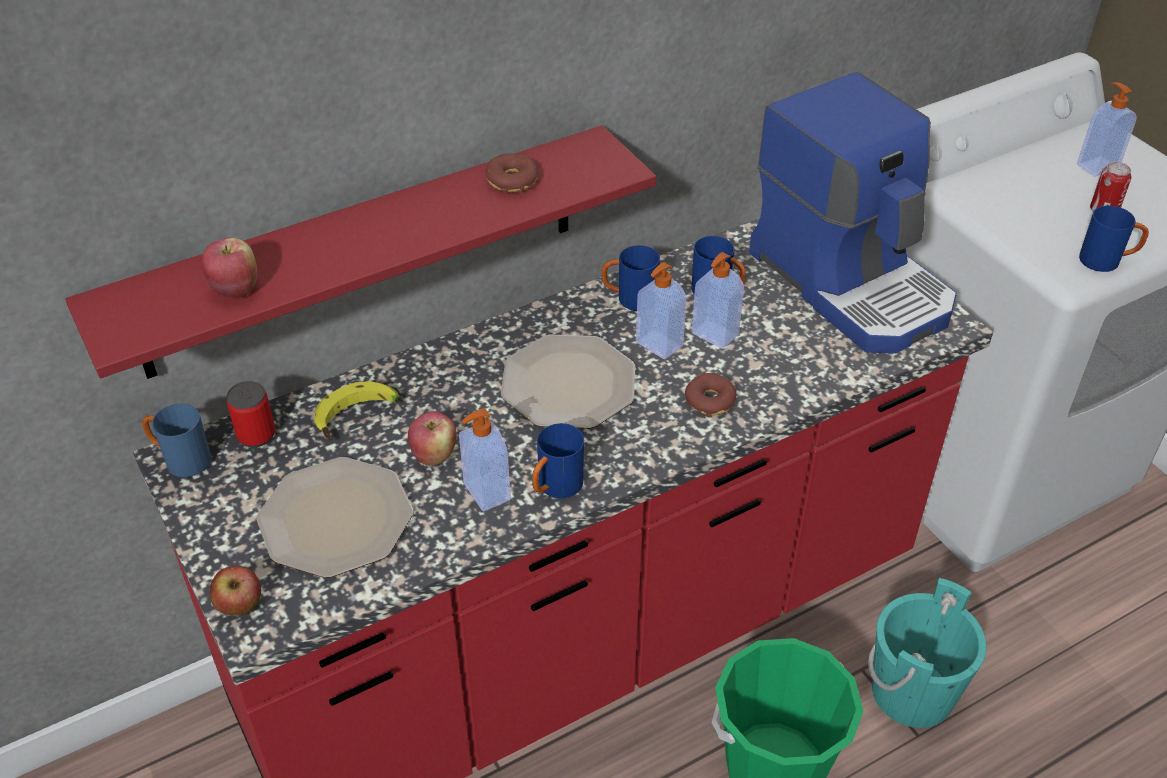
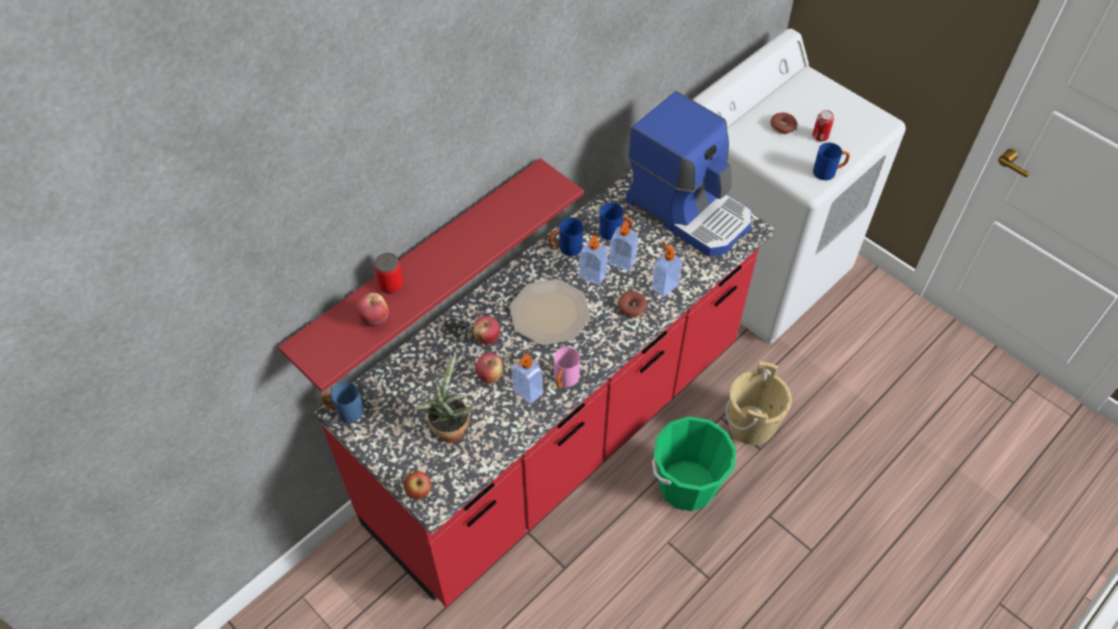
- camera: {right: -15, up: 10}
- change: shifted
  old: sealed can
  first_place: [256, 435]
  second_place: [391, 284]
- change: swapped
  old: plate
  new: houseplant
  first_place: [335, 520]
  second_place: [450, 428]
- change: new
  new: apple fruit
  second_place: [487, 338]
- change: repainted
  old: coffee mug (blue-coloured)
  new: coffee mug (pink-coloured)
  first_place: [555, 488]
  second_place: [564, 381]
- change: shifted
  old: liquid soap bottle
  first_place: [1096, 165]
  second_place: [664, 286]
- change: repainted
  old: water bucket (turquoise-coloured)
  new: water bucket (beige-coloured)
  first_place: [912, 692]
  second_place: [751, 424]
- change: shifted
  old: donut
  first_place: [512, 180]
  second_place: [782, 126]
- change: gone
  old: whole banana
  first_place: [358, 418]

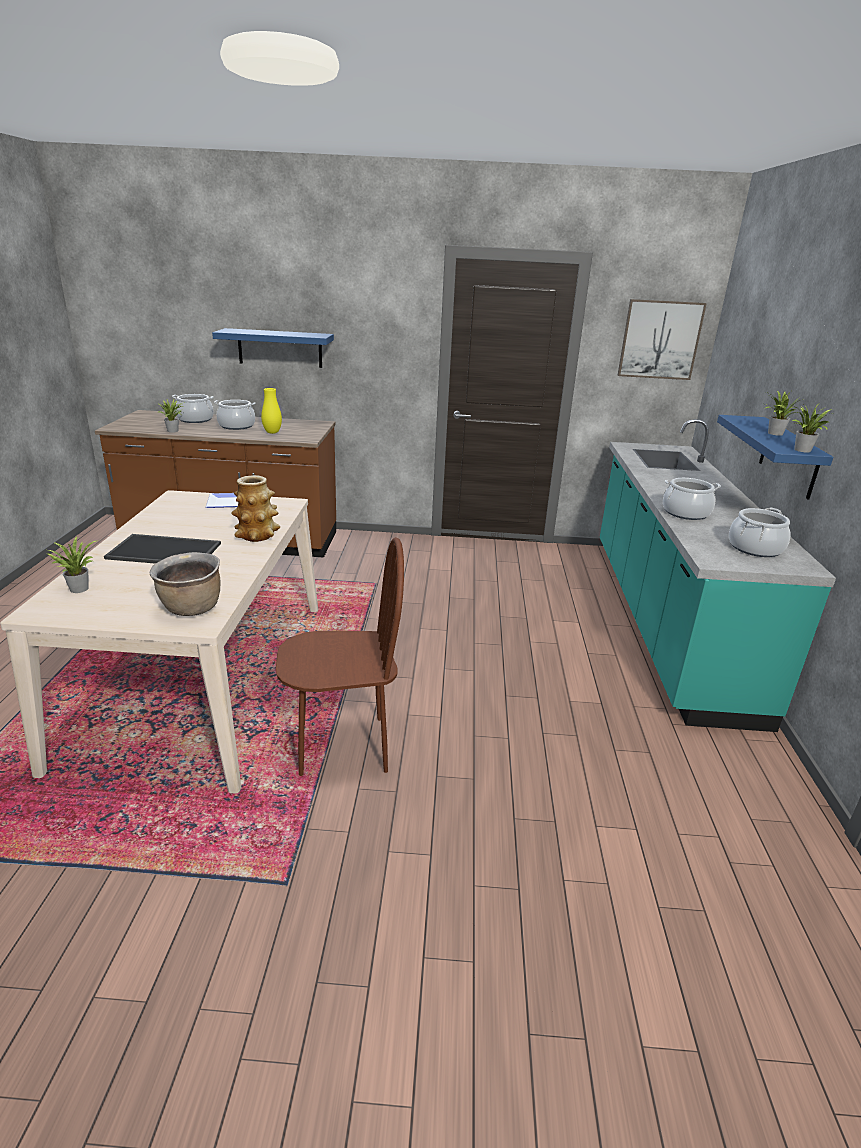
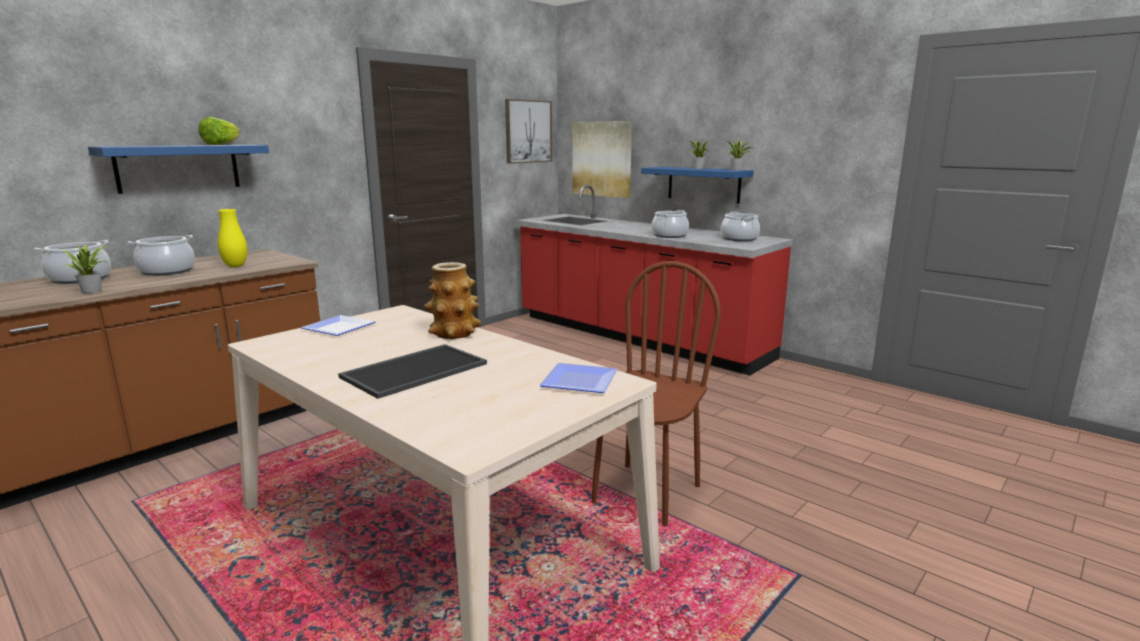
- camera: {right: -50, up: -10}
- change: new
  new: lettuce head
  second_place: [221, 145]
- change: repainted
  old: counter (turquoise-coloured)
  new: counter (reddish)
  first_place: [664, 620]
  second_place: [637, 337]
- change: swapped
  old: cooking pot (brown-coloured)
  new: plate
  first_place: [191, 609]
  second_place: [582, 381]
- change: new
  new: picture
  second_place: [602, 159]
- change: gone
  old: houseplant
  first_place: [78, 588]

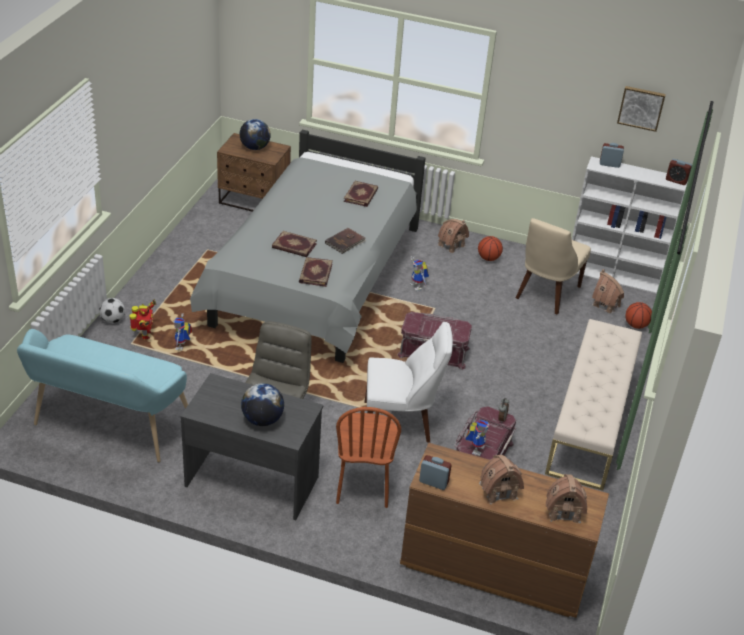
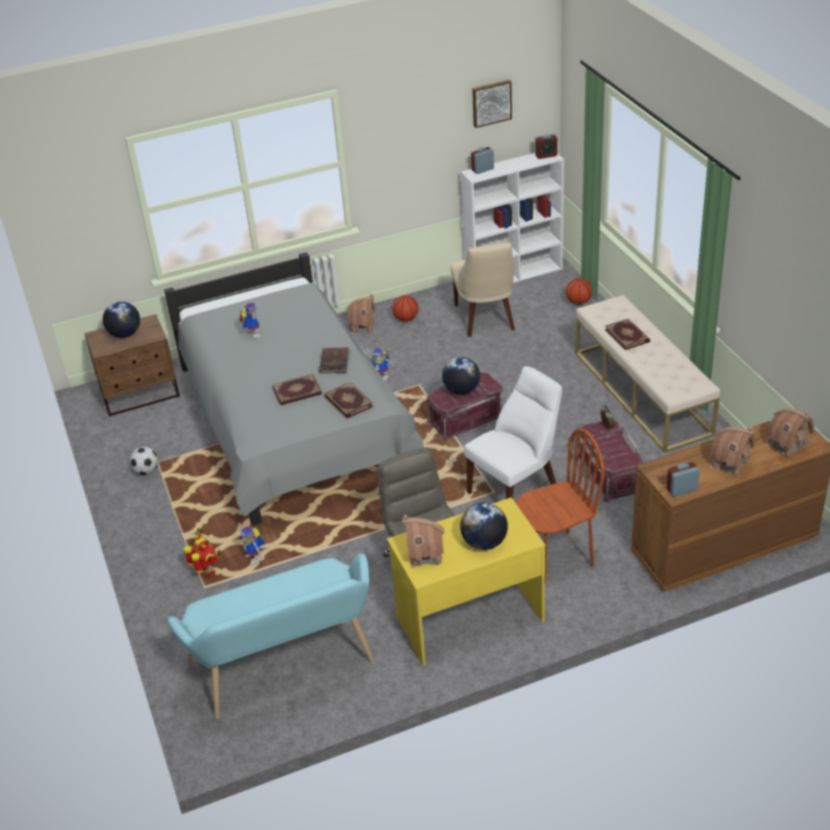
- camera: {right: -35, up: 0}
- change: shifted
  old: football ball
  first_place: [113, 320]
  second_place: [146, 471]
- change: shifted
  old: model robot
  first_place: [475, 448]
  second_place: [252, 334]
- change: repainted
  old: desk unit (grey)
  new: desk unit (yellowish)
  first_place: [252, 480]
  second_place: [469, 618]
- change: shifted
  old: miniature house
  first_place: [606, 304]
  second_place: [425, 555]
- change: new
  new: globe
  second_place: [461, 390]
- change: rotated
  old: plain chair (brown-coloured)
  first_place: [363, 486]
  second_place: [556, 557]
  degrees: -75
- change: shifted
  old: bound book
  first_place: [361, 195]
  second_place: [627, 335]

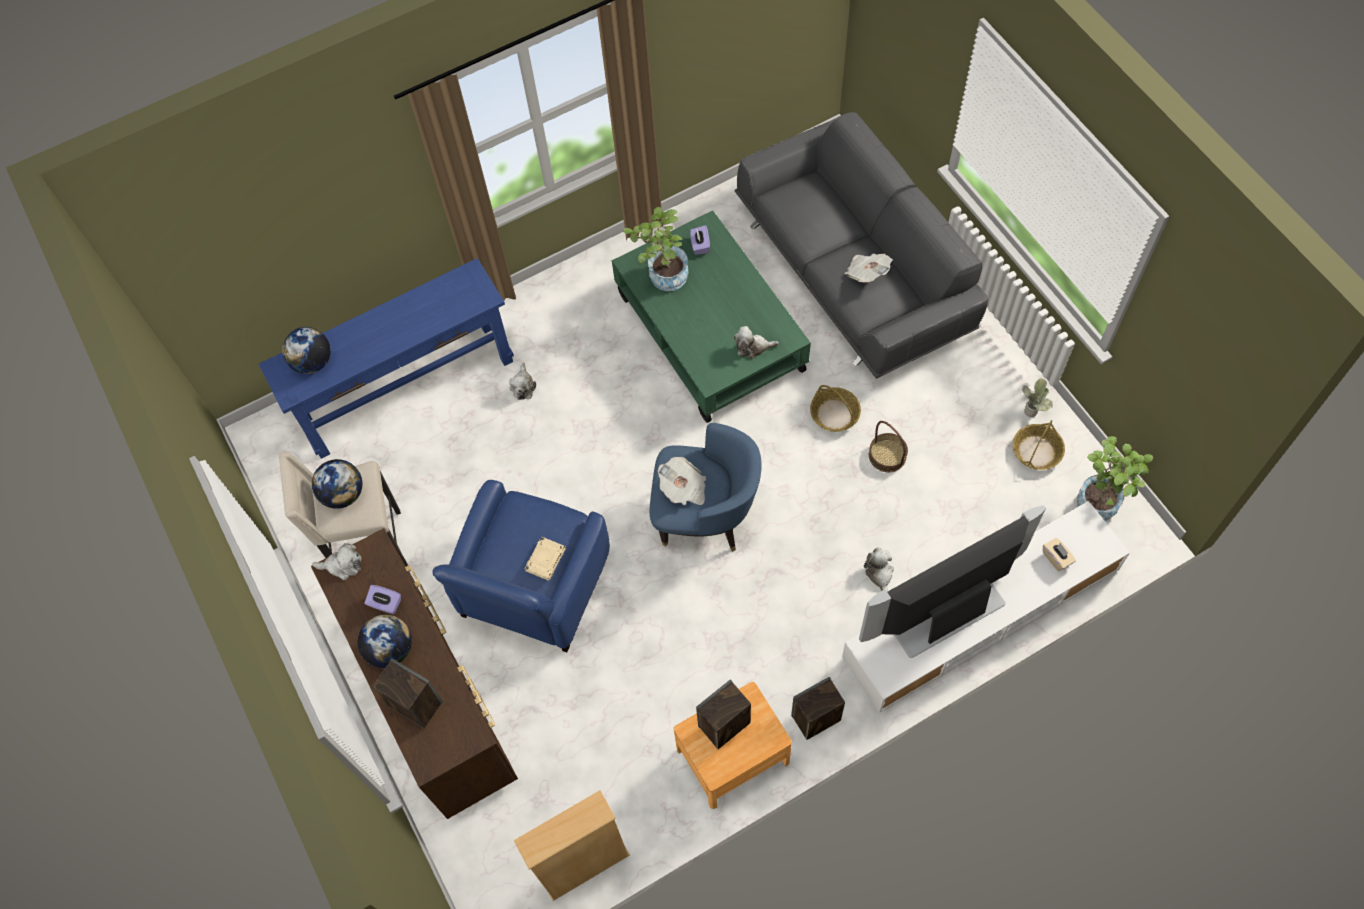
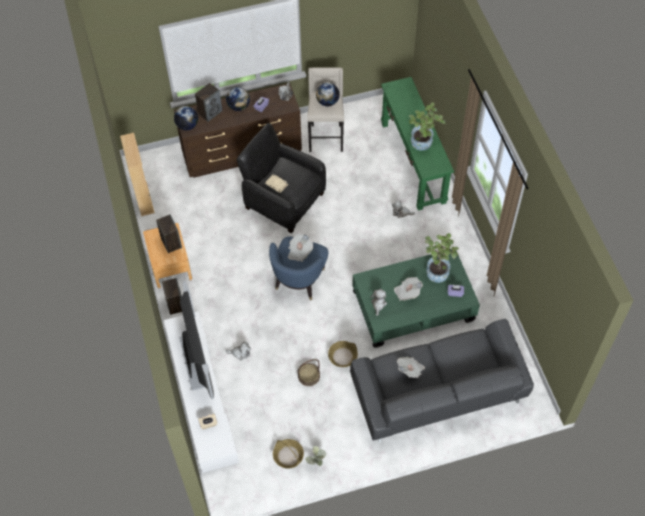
- camera: {right: 100, up: -5}
- change: shifted
  old: globe
  first_place: [313, 362]
  second_place: [187, 125]
- change: repainted
  old: lounge chair (blue-coloured)
  new: lounge chair (black-coloured)
  first_place: [534, 587]
  second_place: [283, 200]
- change: repainted
  old: narrow table (blue-coloured)
  new: narrow table (greenish)
  first_place: [407, 389]
  second_place: [413, 162]
- change: new
  new: newspaper
  second_place: [407, 292]
- change: shifted
  old: houseplant
  first_place: [1101, 500]
  second_place: [423, 144]

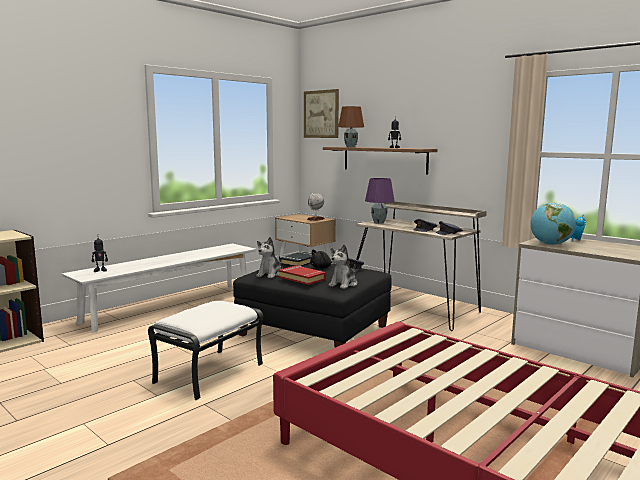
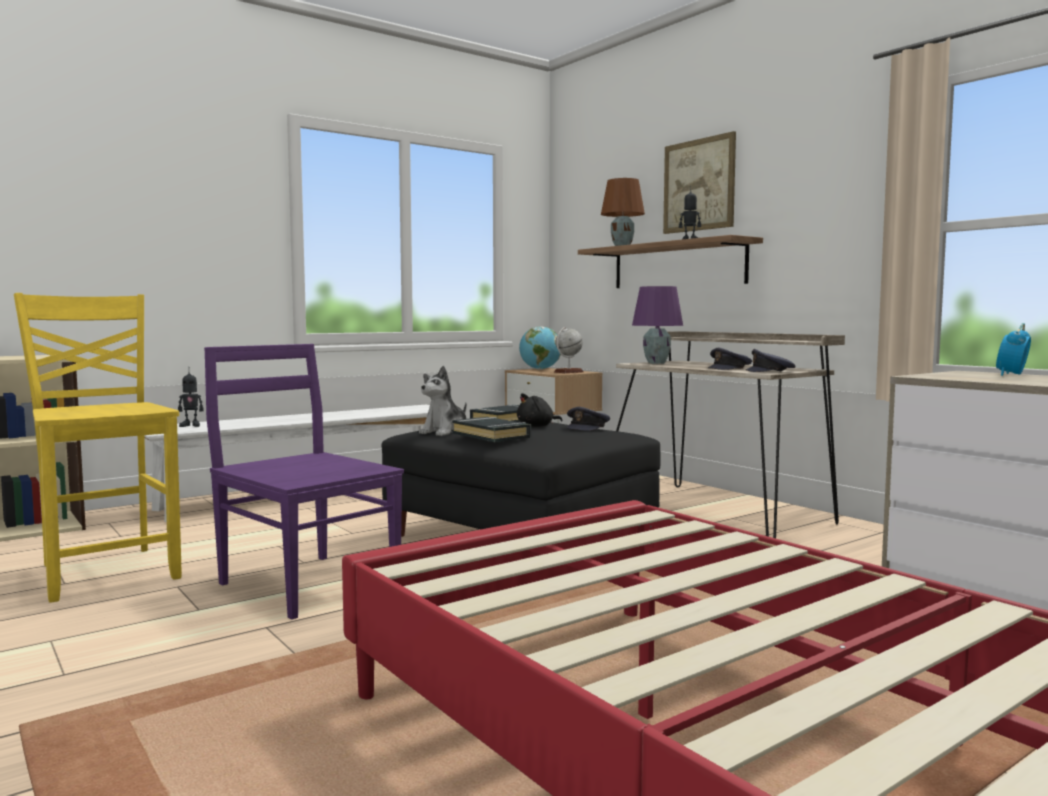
- camera: {right: 10, up: -5}
- change: new
  new: plain chair (yellowish)
  second_place: [108, 571]
- change: swapped
  old: pouffe (whitish)
  new: plain chair (purple)
  first_place: [209, 372]
  second_place: [307, 583]
- change: repainted
  old: bound book (reddish)
  new: bound book (black-coloured)
  first_place: [302, 278]
  second_place: [491, 435]
- change: shifted
  old: globe
  first_place: [550, 244]
  second_place: [540, 369]
- change: shifted
  old: picture
  first_place: [321, 114]
  second_place: [699, 185]
- change: gone
  old: soft toy
  first_place: [344, 284]

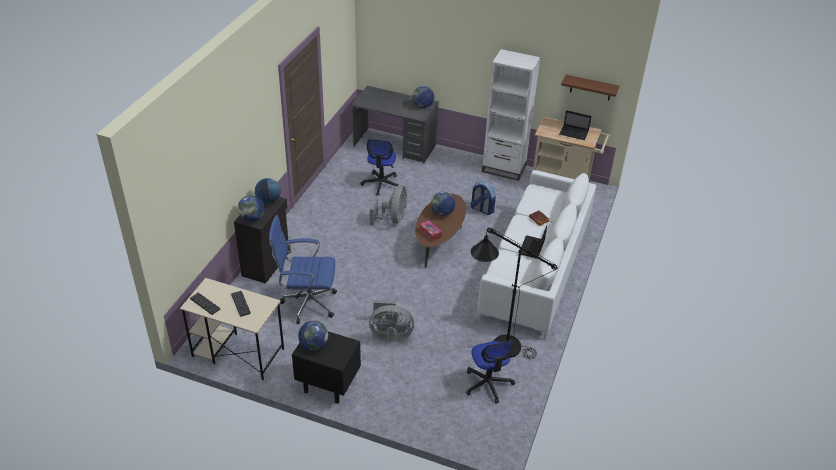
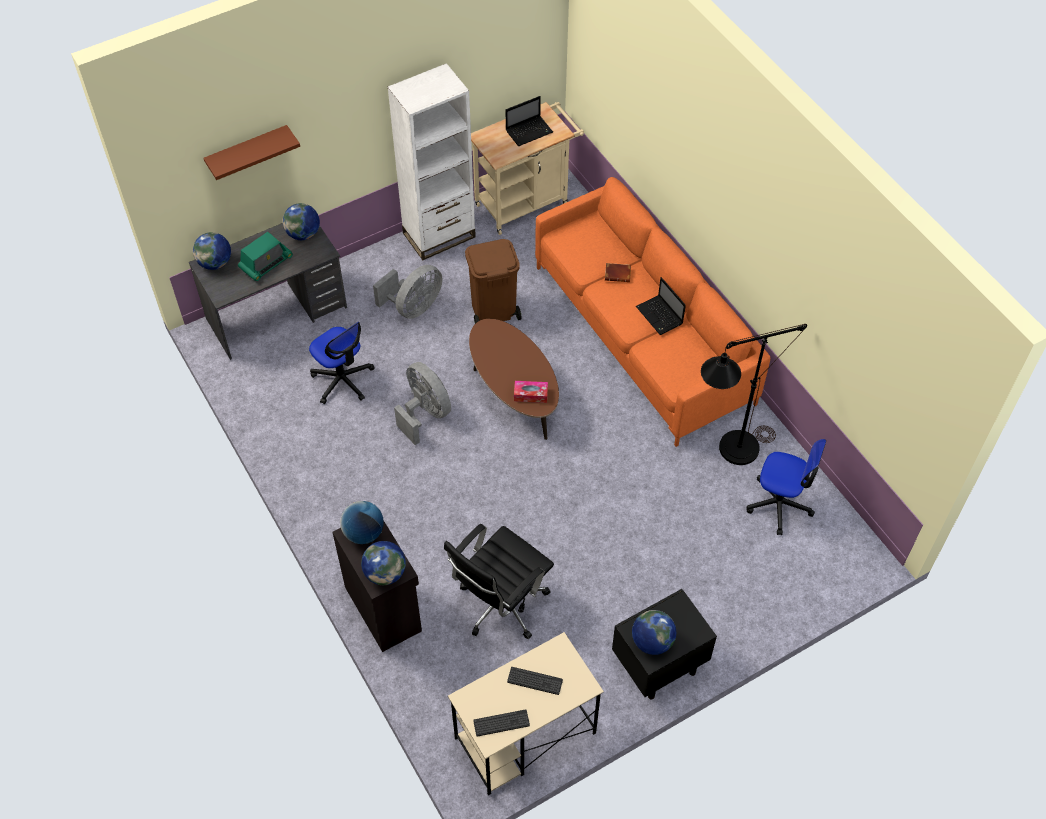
- camera: {right: -50, up: 15}
- change: shifted
  old: globe
  first_place: [442, 213]
  second_place: [215, 263]
- change: shifted
  old: wall shelf (brown-coloured)
  first_place: [590, 88]
  second_place: [247, 152]
- change: new
  new: radio set
  second_place: [266, 263]
- change: shifted
  old: fan (grey)
  first_place: [390, 334]
  second_place: [413, 307]
- change: repainted
  old: desk chair (blue-coloured)
  new: desk chair (black-coloured)
  first_place: [306, 303]
  second_place: [500, 606]
- change: swapped
  old: knapsack
  new: rubbish bin (brown-coloured)
  first_place: [481, 209]
  second_place: [493, 310]
- change: repainted
  old: settee (whitish)
  new: settee (orange-coloured)
  first_place: [535, 269]
  second_place: [642, 334]

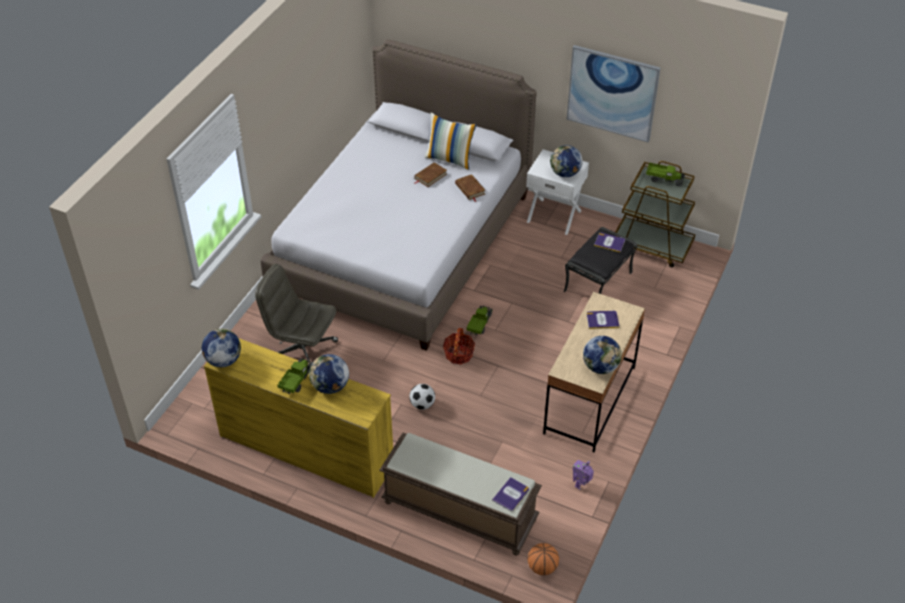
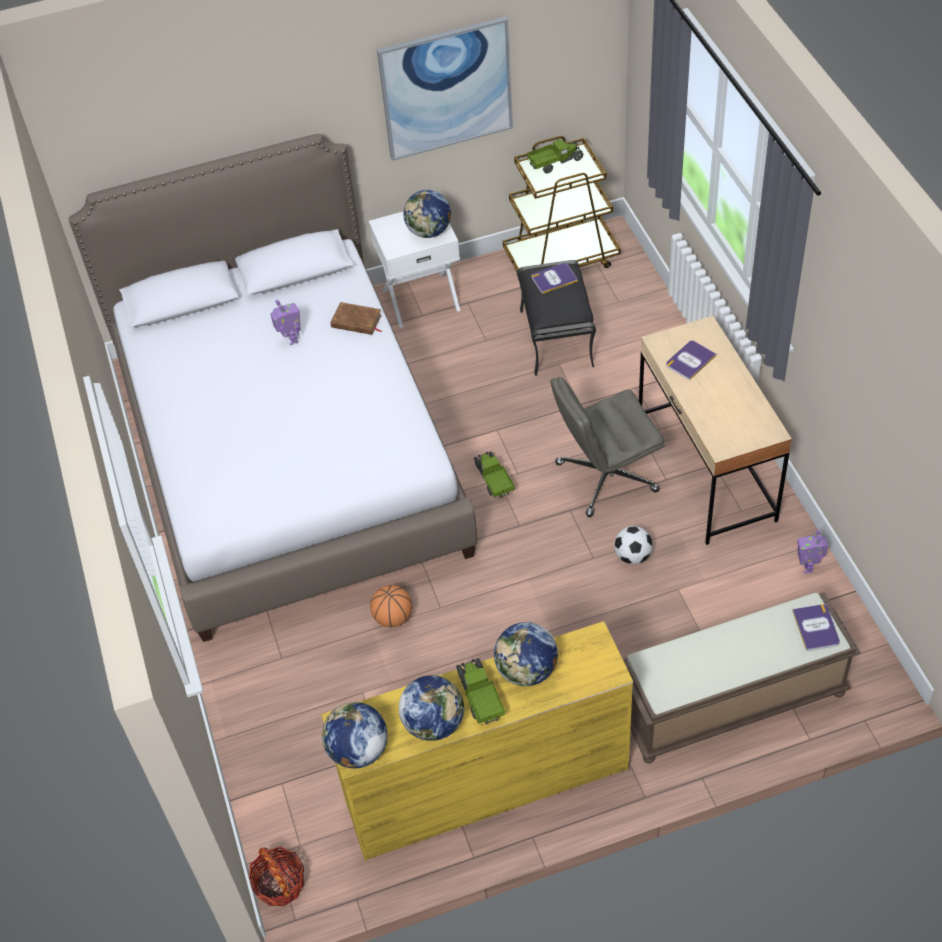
- camera: {right: -40, up: 5}
- change: shifted
  old: basket
  first_place: [458, 354]
  second_place: [279, 884]
- change: swapped
  old: bound book (brown-coloured)
  new: model robot
  first_place: [430, 176]
  second_place: [290, 339]
- change: shifted
  old: ball for basketball
  first_place: [542, 567]
  second_place: [393, 617]
- change: shifted
  old: globe
  first_place: [600, 367]
  second_place: [434, 723]
- change: shifted
  old: desk chair (grey)
  first_place: [301, 351]
  second_place: [605, 478]
- change: shifted
  old: football ball
  first_place: [422, 404]
  second_place: [632, 556]
- change: gone
  old: throw pillow
  first_place: [450, 159]

